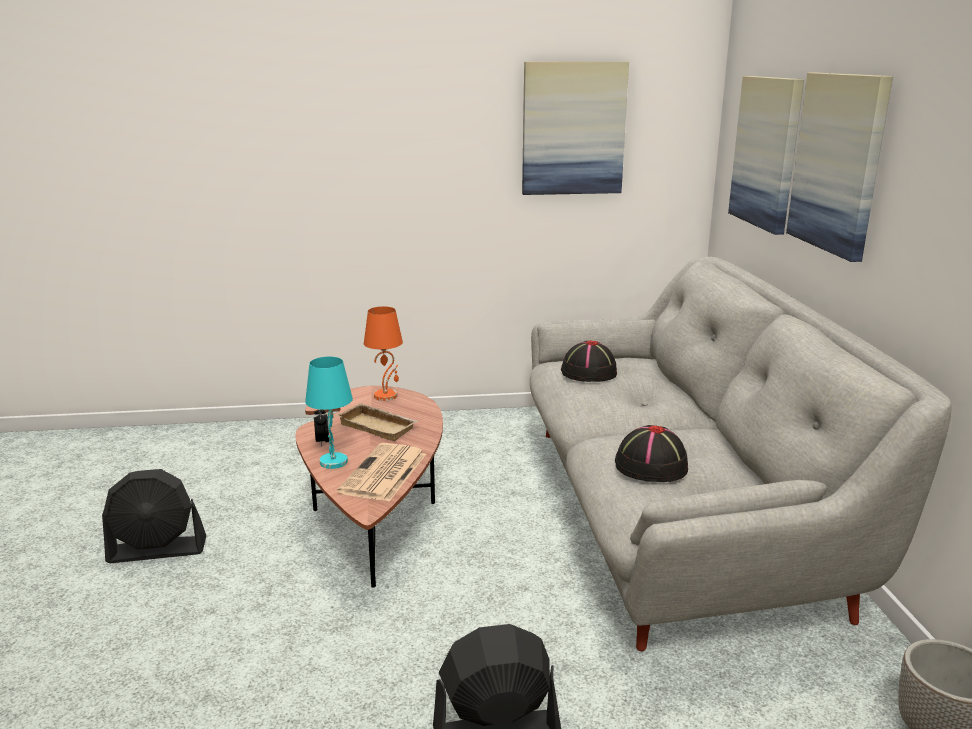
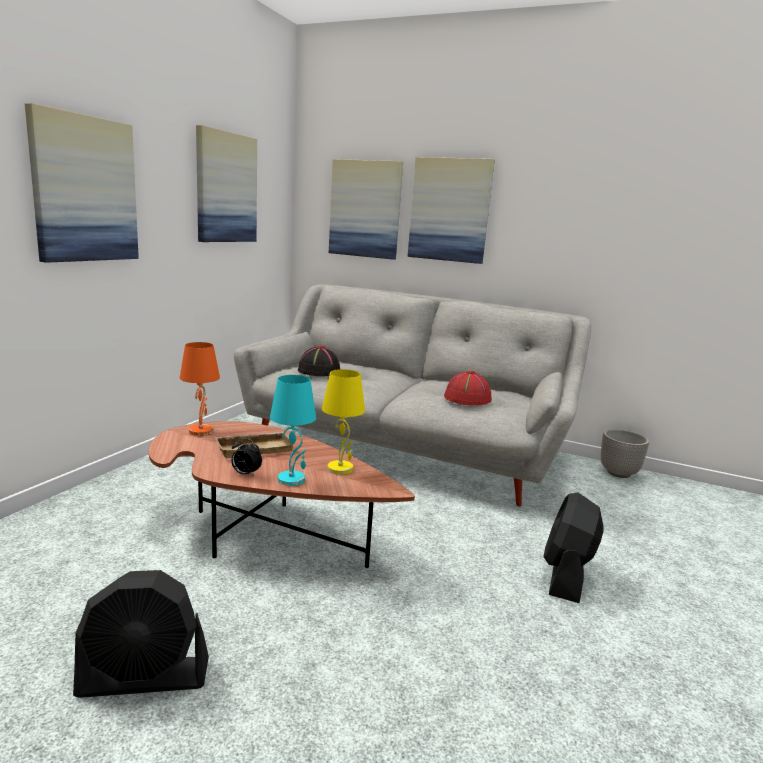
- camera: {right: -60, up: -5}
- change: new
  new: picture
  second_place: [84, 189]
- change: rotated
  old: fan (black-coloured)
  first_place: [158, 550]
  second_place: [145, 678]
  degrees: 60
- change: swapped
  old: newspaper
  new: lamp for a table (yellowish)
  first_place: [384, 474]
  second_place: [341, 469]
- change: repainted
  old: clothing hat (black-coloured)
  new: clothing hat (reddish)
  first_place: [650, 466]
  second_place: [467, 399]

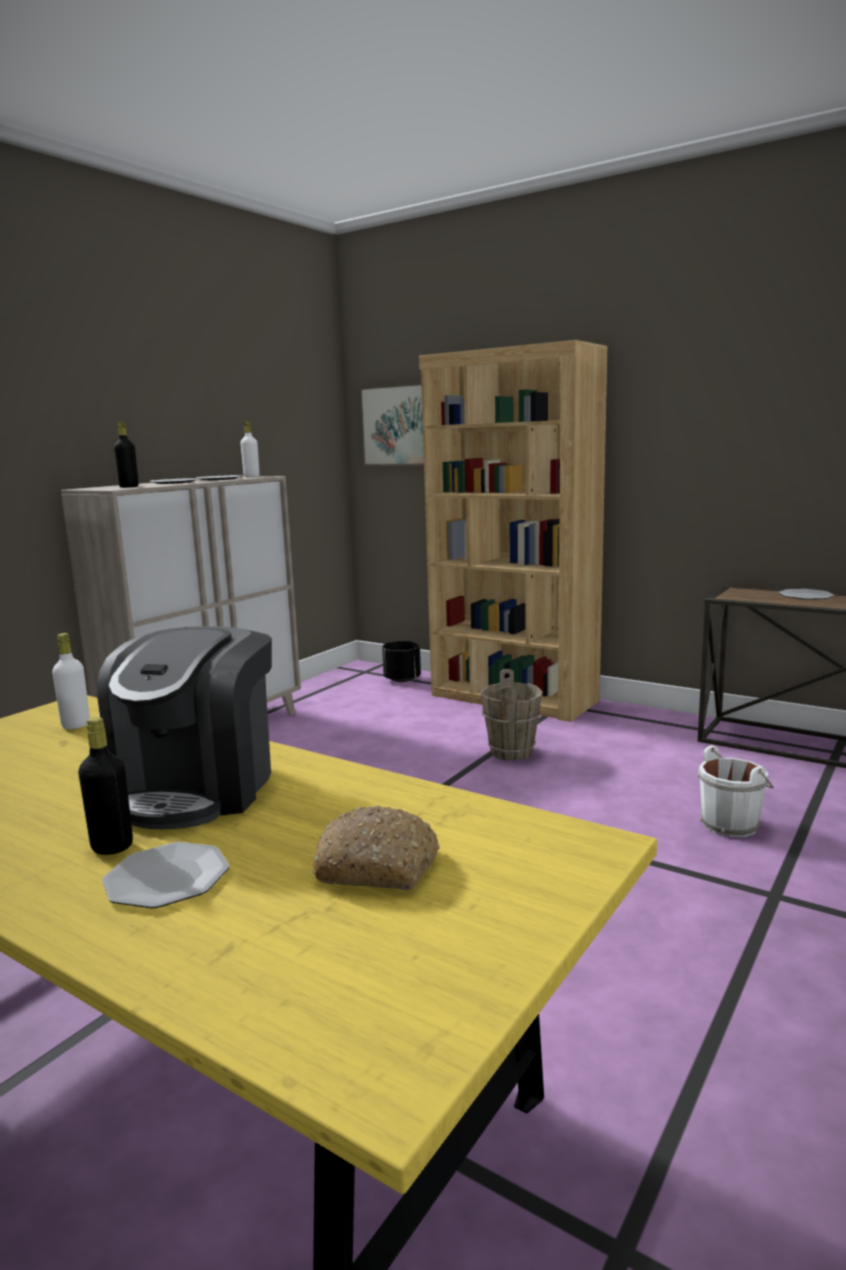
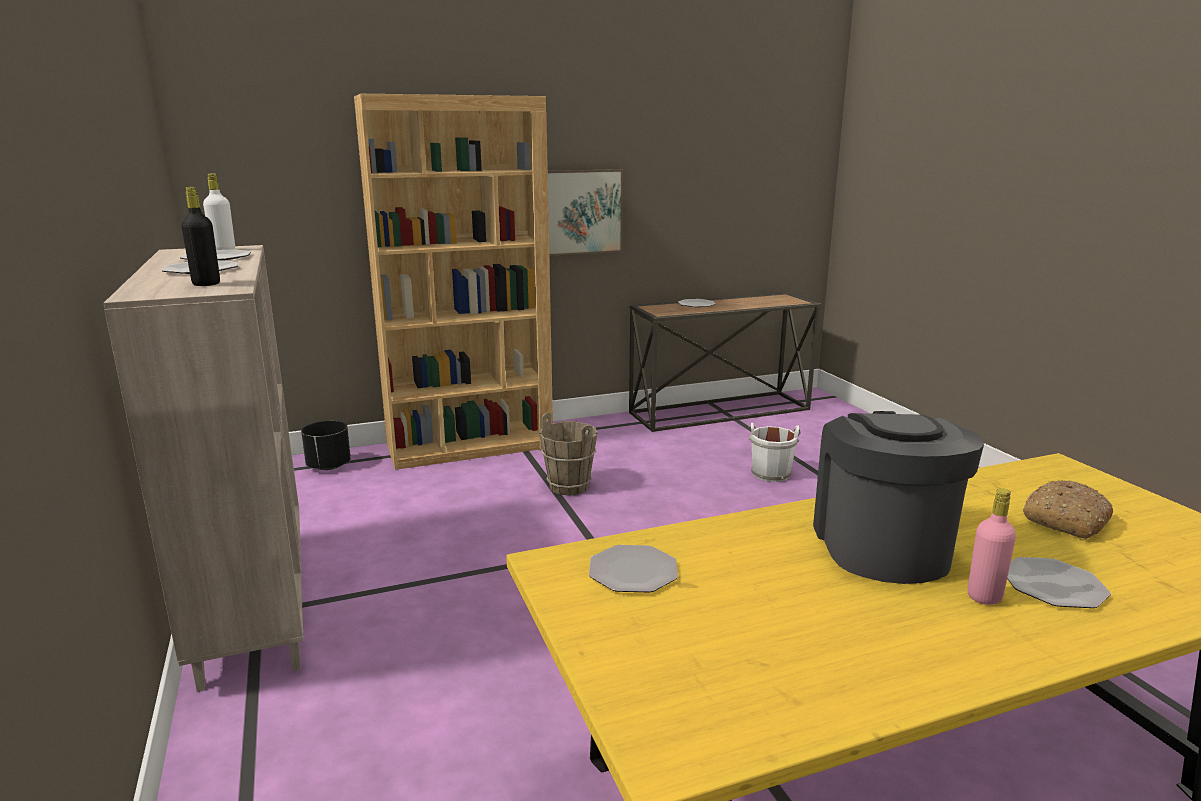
- camera: {right: -55, up: 5}
- change: shifted
  old: picture
  first_place: [395, 425]
  second_place: [582, 212]
- change: swapped
  old: drink bottle (whitish)
  new: plate
  first_place: [76, 725]
  second_place: [633, 571]
- change: rotated
  old: coffee brewer
  first_place: [198, 788]
  second_place: [881, 546]
  degrees: -135
- change: repainted
  old: drink bottle (black-coloured)
  new: drink bottle (pink-coloured)
  first_place: [112, 846]
  second_place: [984, 596]

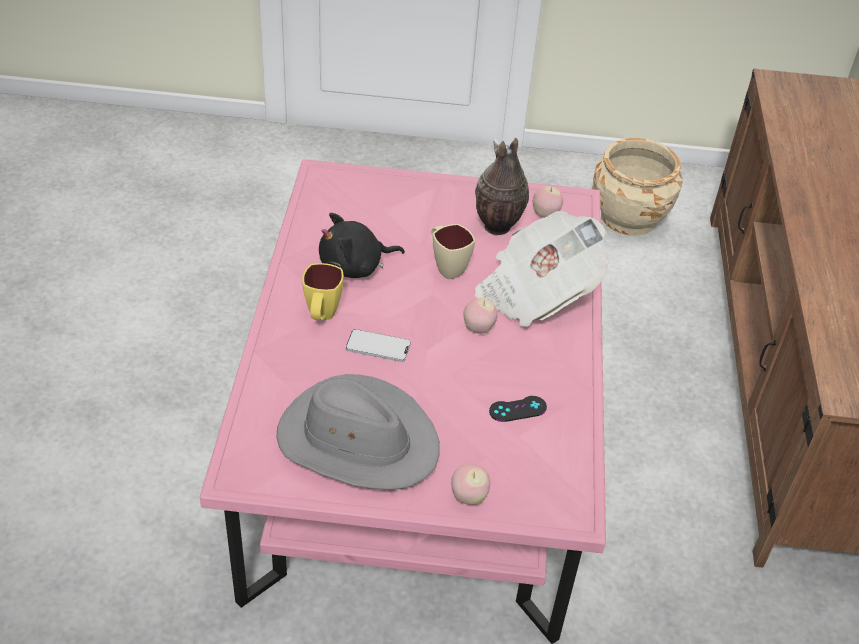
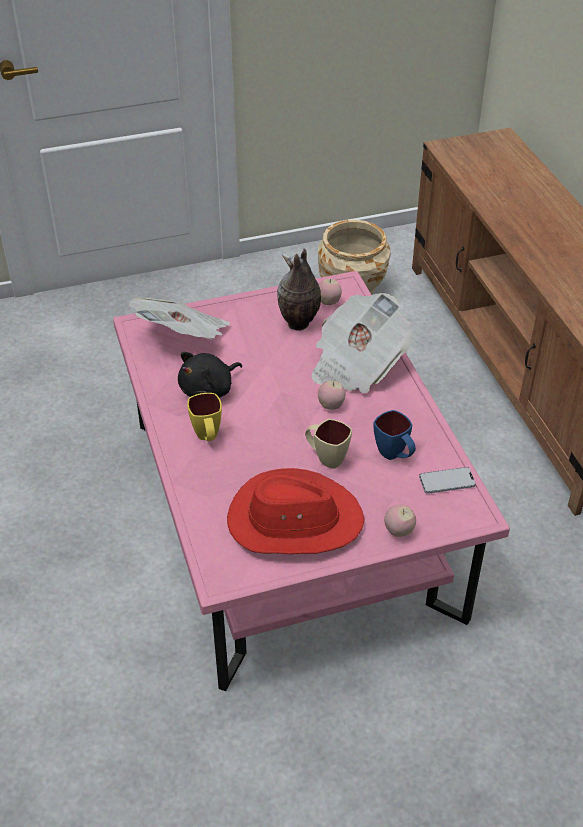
- camera: {right: -20, up: 0}
- change: new
  new: newspaper
  second_place: [183, 337]
- change: repainted
  old: clothing hat (grey)
  new: clothing hat (reddish)
  first_place: [358, 440]
  second_place: [294, 520]
- change: shifted
  old: coffee mug (beige-coloured)
  first_place: [446, 267]
  second_place: [326, 458]
- change: swapped
  old: joypad (black-coloured)
  new: coffee mug (blue-coloured)
  first_place: [517, 409]
  second_place: [394, 455]
- change: shifted
  old: handset
  first_place: [378, 346]
  second_place: [447, 481]

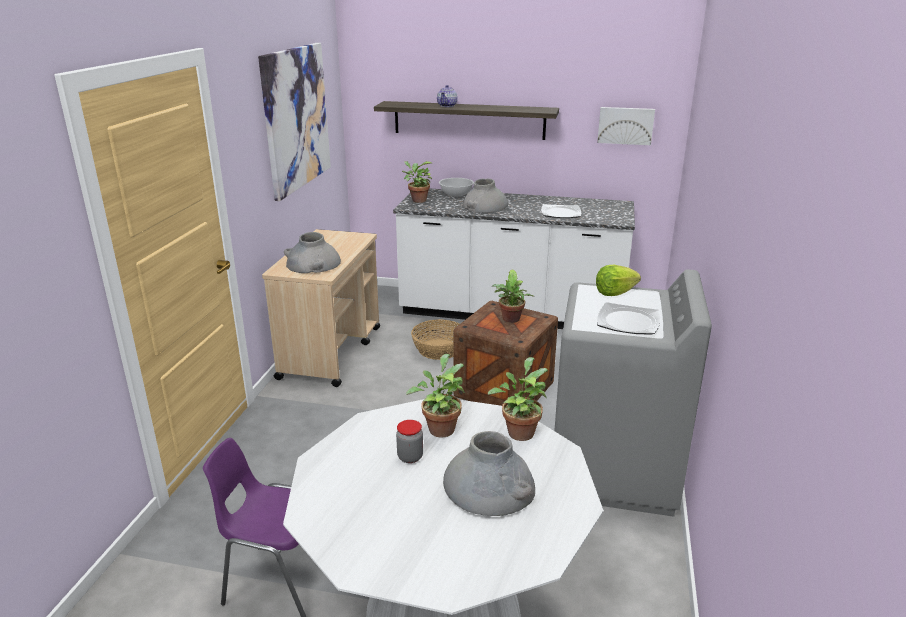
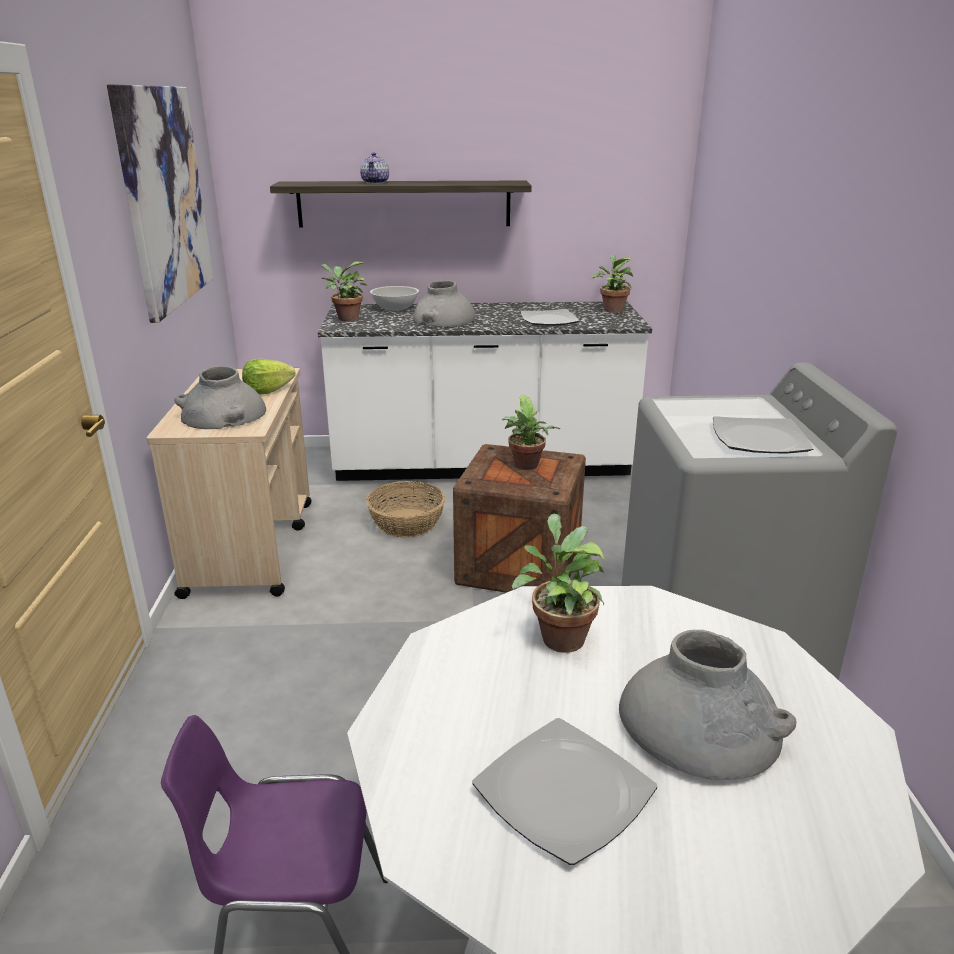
- camera: {right: -15, up: 0}
- change: shifted
  old: lettuce head
  first_place: [614, 293]
  second_place: [267, 391]
- change: new
  new: plate
  second_place: [564, 794]
- change: shifted
  old: houseplant
  first_place: [520, 431]
  second_place: [612, 309]
- change: gone
  old: jar
  first_place: [410, 457]
- change: gone
  old: picture
  first_place: [625, 125]

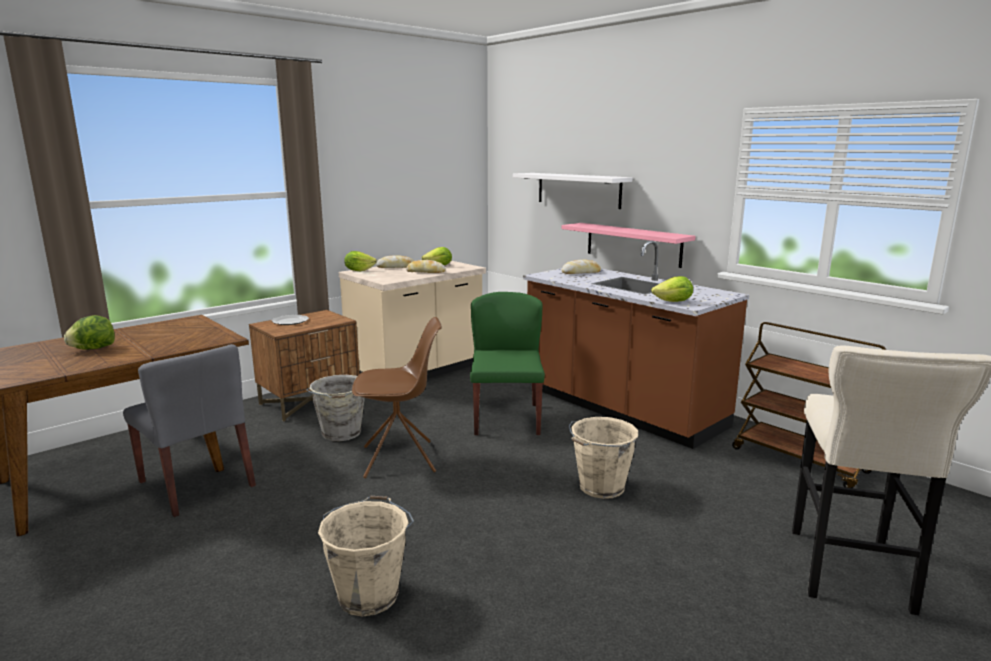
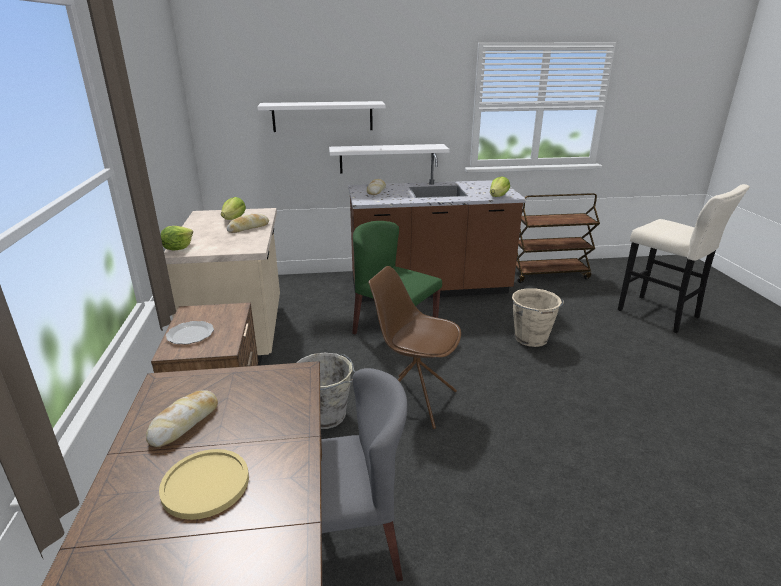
- camera: {right: -55, up: 10}
- change: shifted
  old: bakery bread
  first_place: [396, 267]
  second_place: [184, 423]
- change: swapped
  old: lettuce head
  new: plate (yellowish)
  first_place: [93, 349]
  second_place: [205, 484]
- change: repainted
  old: wall shelf (pink-coloured)
  new: wall shelf (whitish)
  first_place: [633, 244]
  second_place: [387, 158]
- change: rotated
  old: plain chair (brown-coloured)
  first_place: [400, 459]
  second_place: [414, 400]
  degrees: -90
- change: gone
  old: water bucket (beige-coloured)
  first_place: [369, 594]

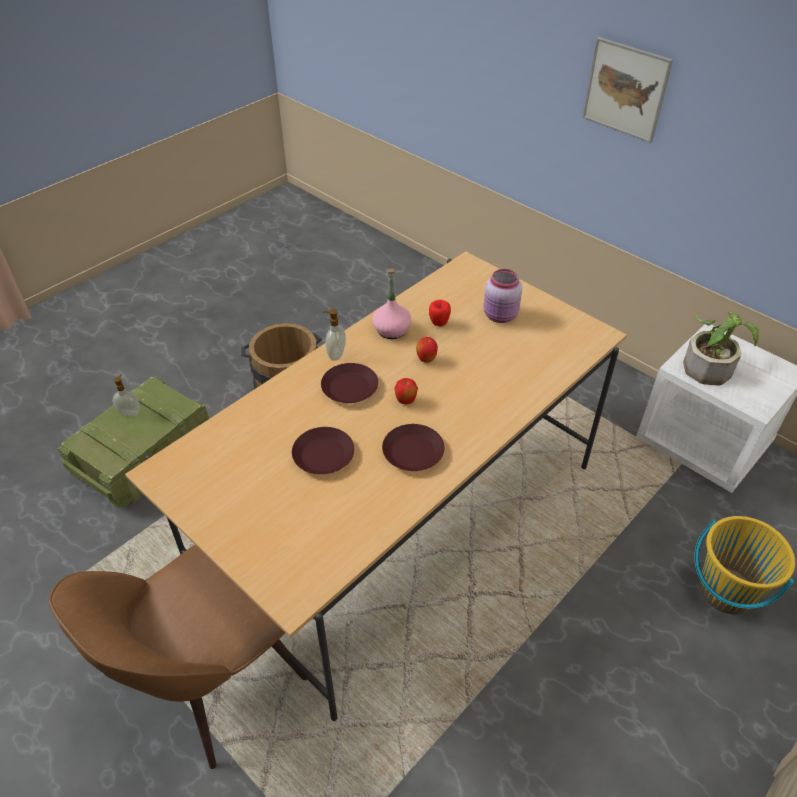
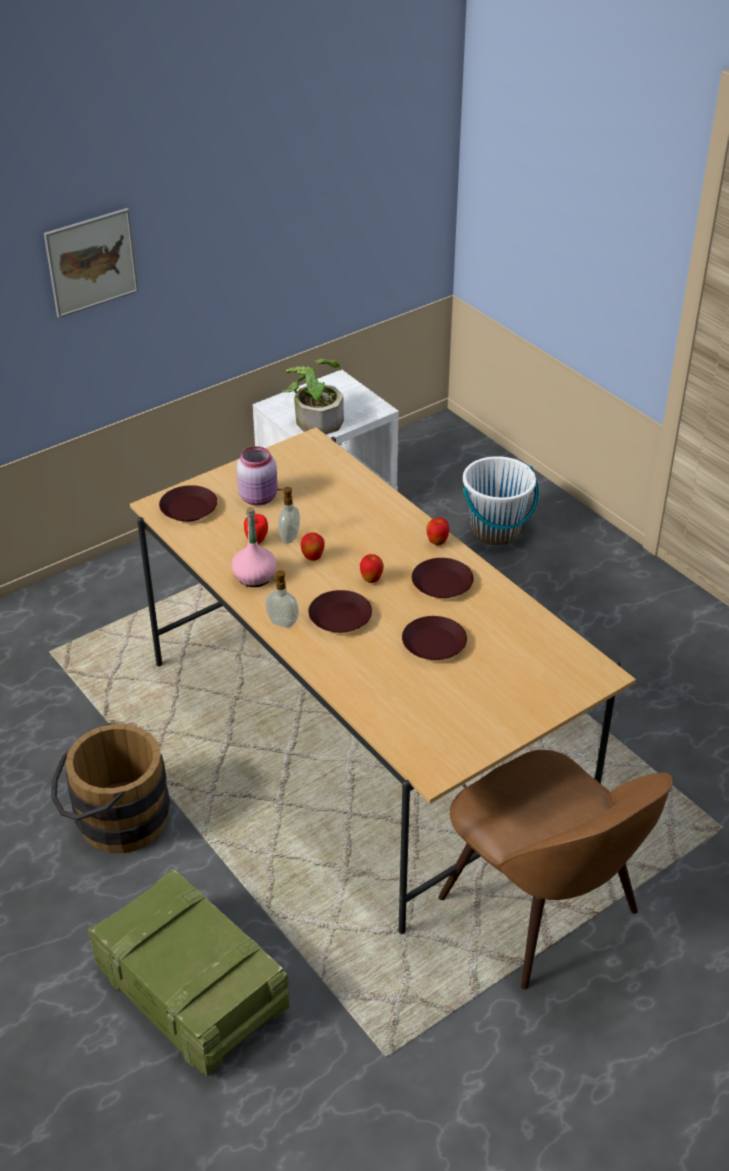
- camera: {right: -80, up: -5}
- change: new
  new: plate (brown-coloured)
  second_place: [189, 508]
- change: shifted
  old: liquid soap bottle
  first_place: [130, 412]
  second_place: [288, 537]
- change: new
  new: apple fruit
  second_place: [437, 542]
- change: repainted
  old: water bucket (yellowish)
  new: water bucket (whitish)
  first_place: [726, 591]
  second_place: [495, 531]

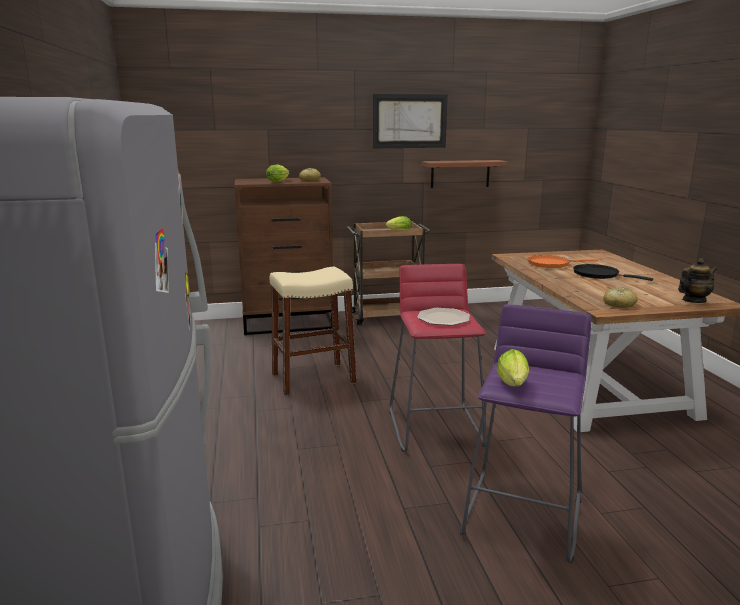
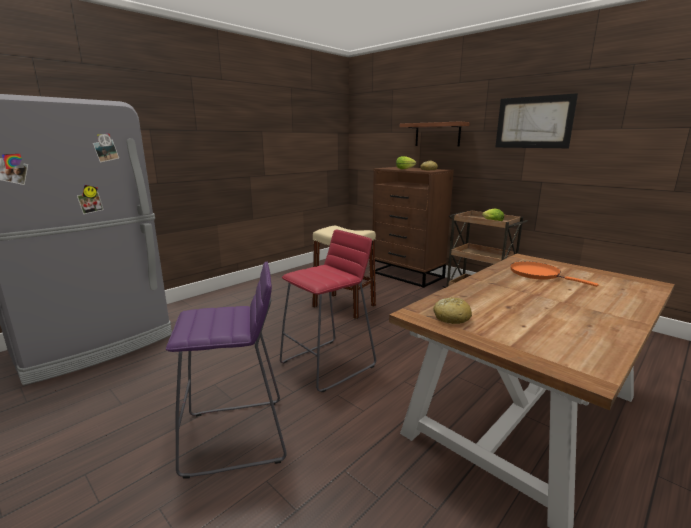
- camera: {right: 55, up: 0}
- change: shifted
  old: wall shelf
  first_place: [460, 174]
  second_place: [437, 134]
- change: gone
  old: plate
  first_place: [444, 318]
- change: gone
  old: lettuce head
  first_place: [513, 385]
- change: gone
  old: pan (black-coloured)
  first_place: [599, 275]
- change: gone
  old: teapot
  first_place: [693, 300]

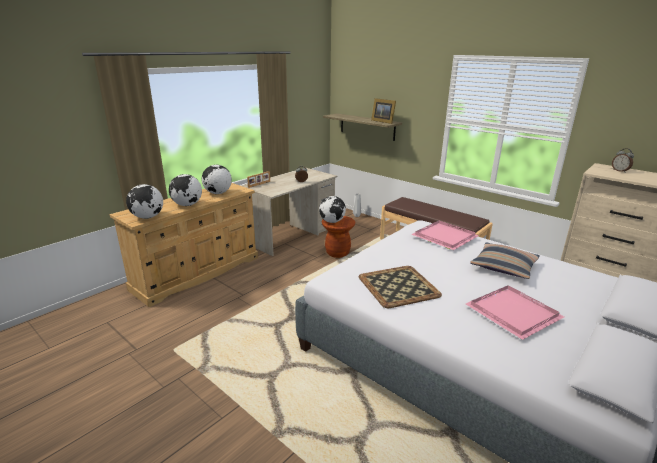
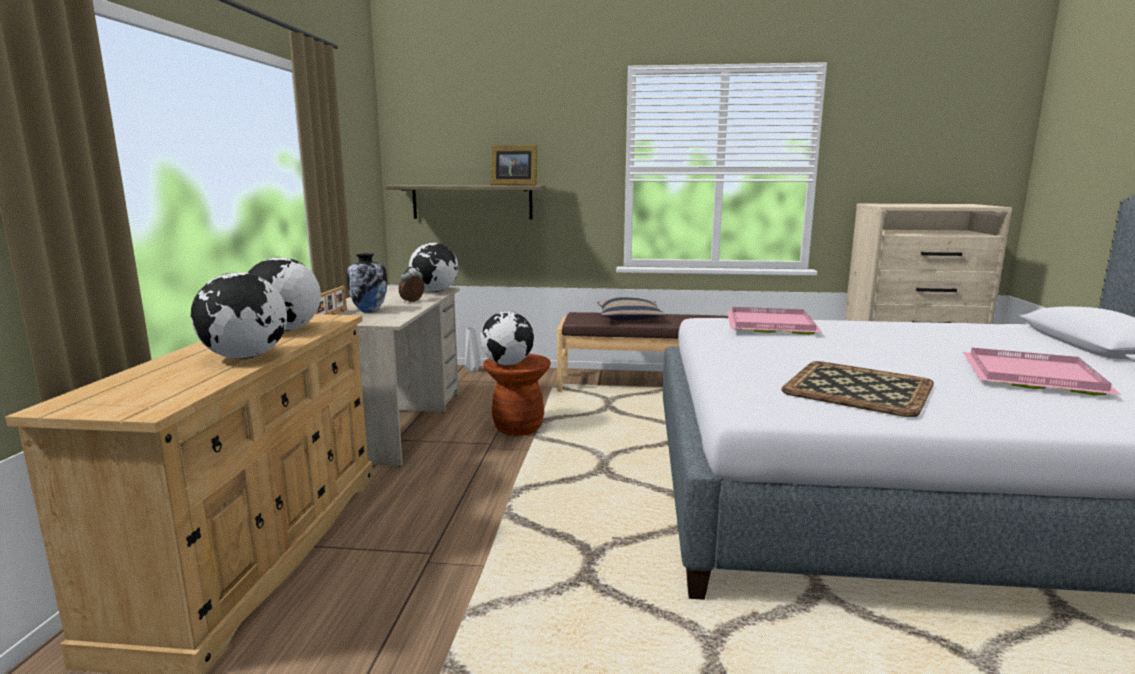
- camera: {right: -35, up: -10}
- change: new
  new: vase
  second_place: [369, 311]
- change: shifted
  old: globe
  first_place: [147, 217]
  second_place: [435, 291]
- change: shifted
  old: throw pillow
  first_place: [503, 267]
  second_place: [629, 318]
- change: gone
  old: alarm clock
  first_place: [620, 171]

